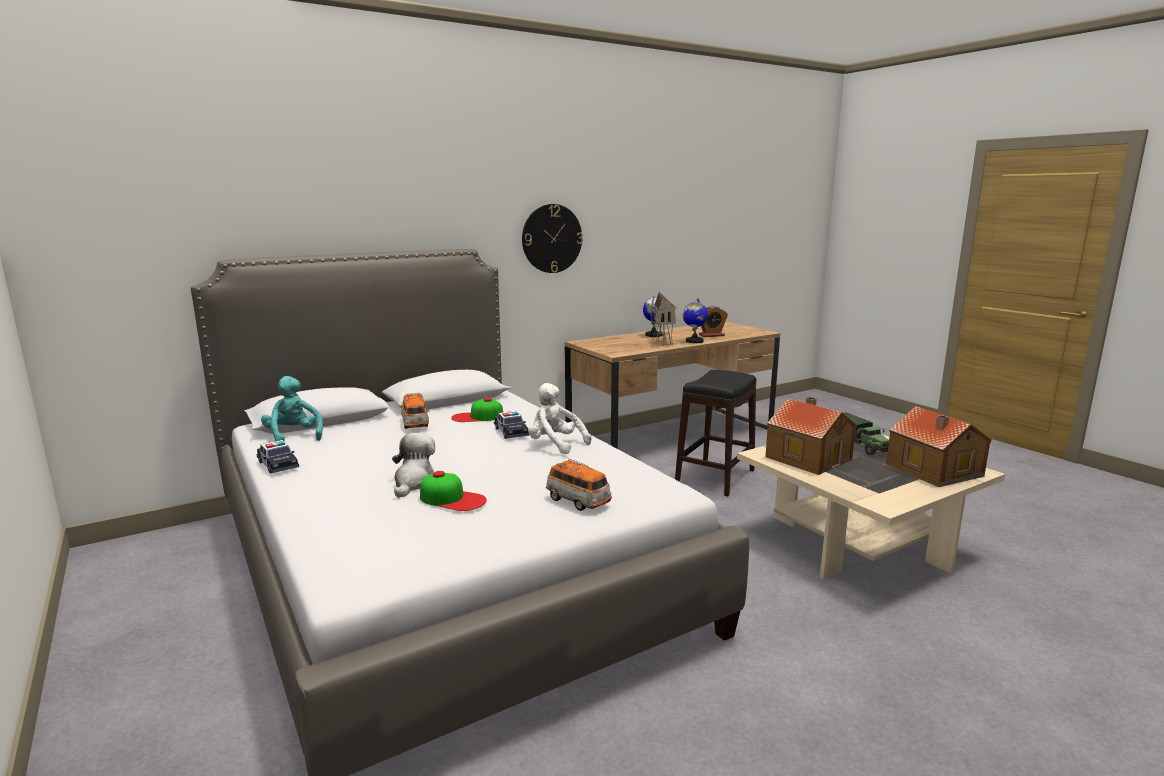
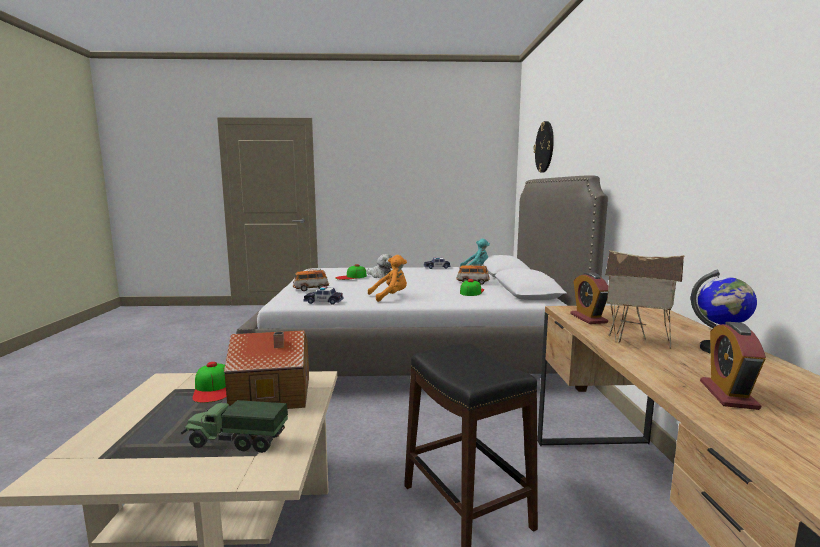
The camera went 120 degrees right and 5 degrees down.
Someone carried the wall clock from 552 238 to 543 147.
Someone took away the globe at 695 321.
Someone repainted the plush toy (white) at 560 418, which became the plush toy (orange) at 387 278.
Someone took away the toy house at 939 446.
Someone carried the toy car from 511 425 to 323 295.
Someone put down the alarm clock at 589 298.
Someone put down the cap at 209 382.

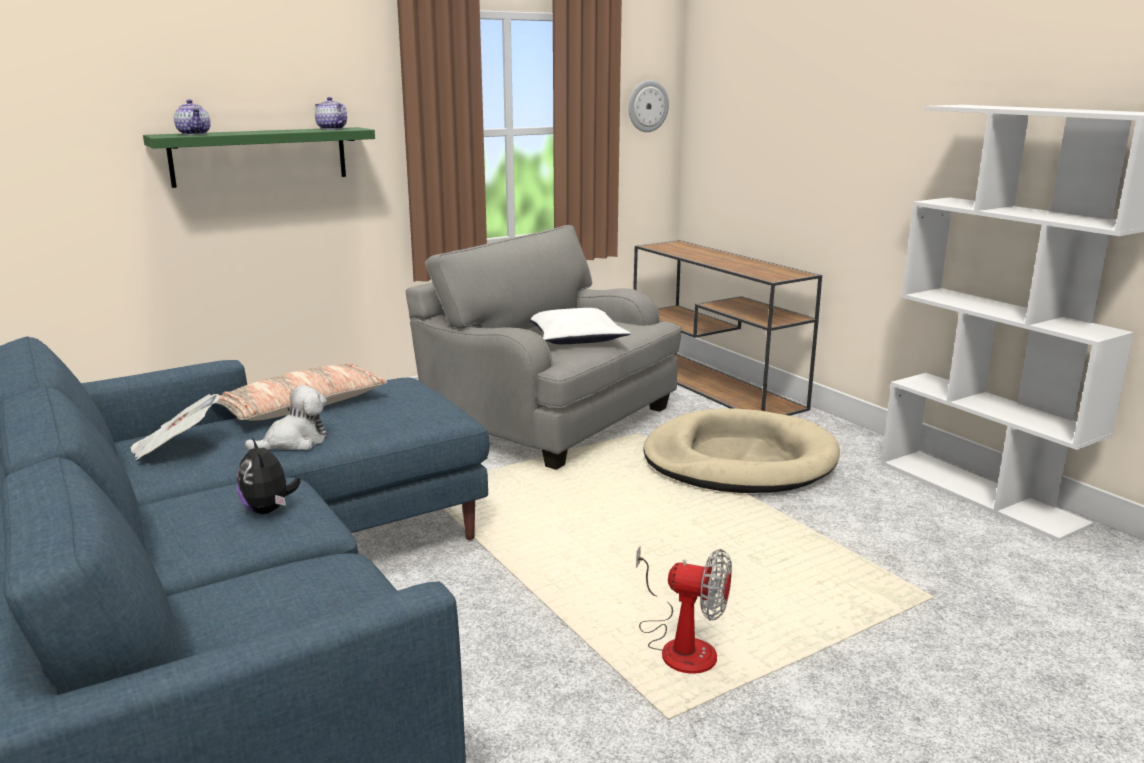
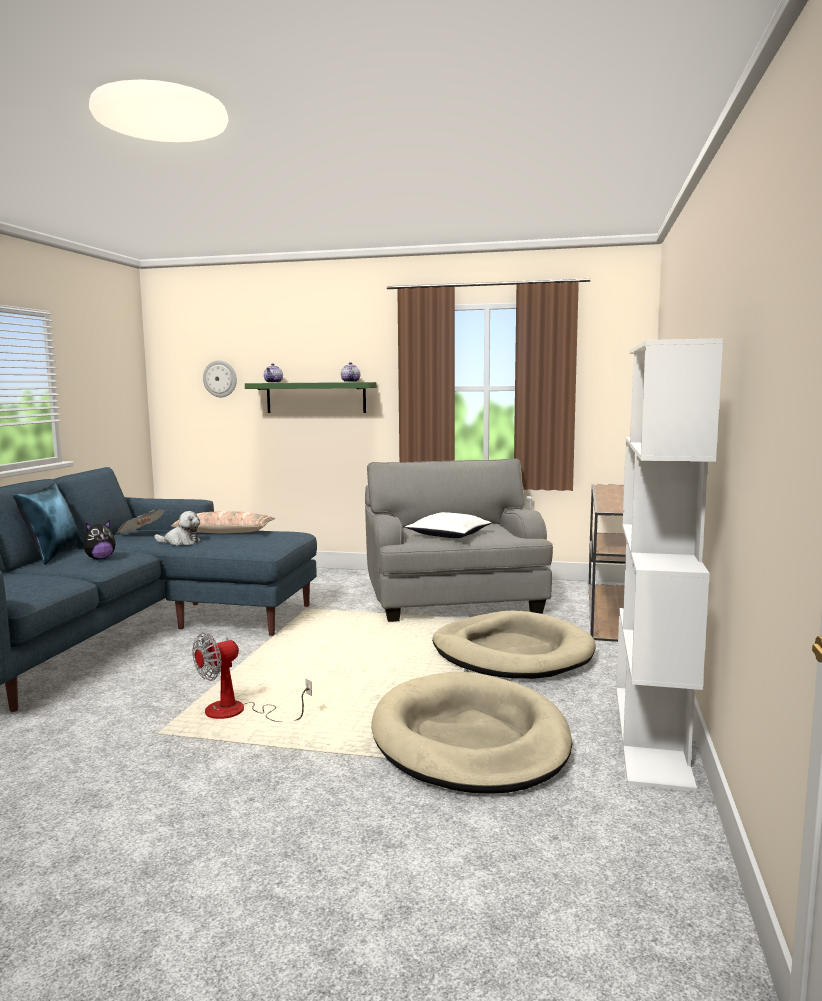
The camera went 45 degrees right and 10 degrees down.
Someone carried the wall clock from 648 106 to 220 378.
Someone rotated the plush toy at 269 476 by 150 degrees counterclockwise.
Someone rotated the fan at 684 609 by 75 degrees clockwise.
Someone put down the pillow (blue) at 48 524.
Someone put down the dog bed (beige) at 472 733.

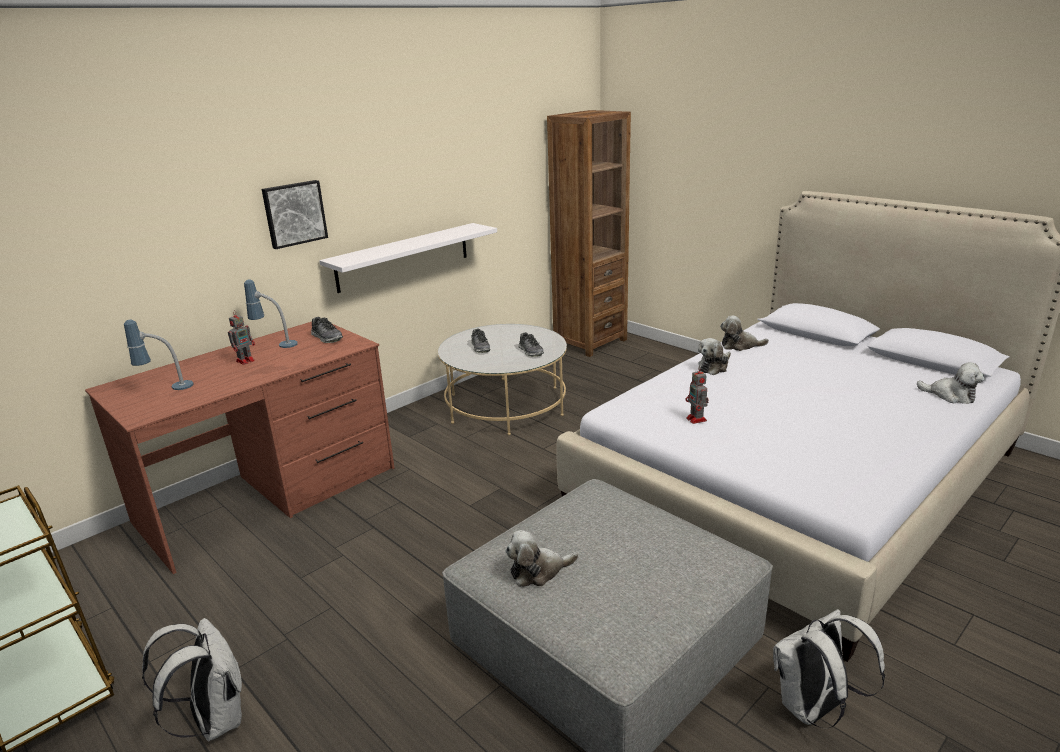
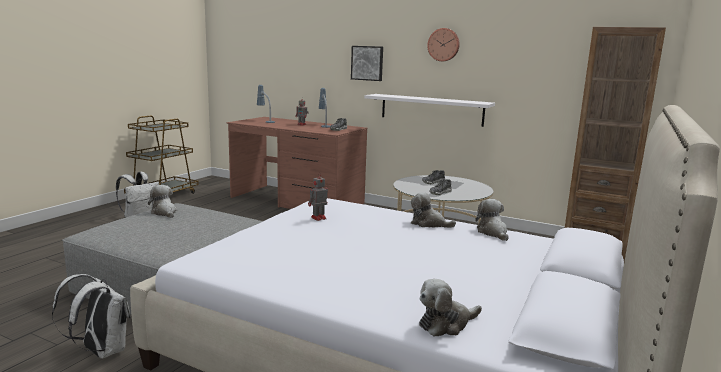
The camera went 70 degrees right and 10 degrees down.
Someone rotated the plush toy at 951 383 by 45 degrees clockwise.
Someone put up the wall clock at 443 44.

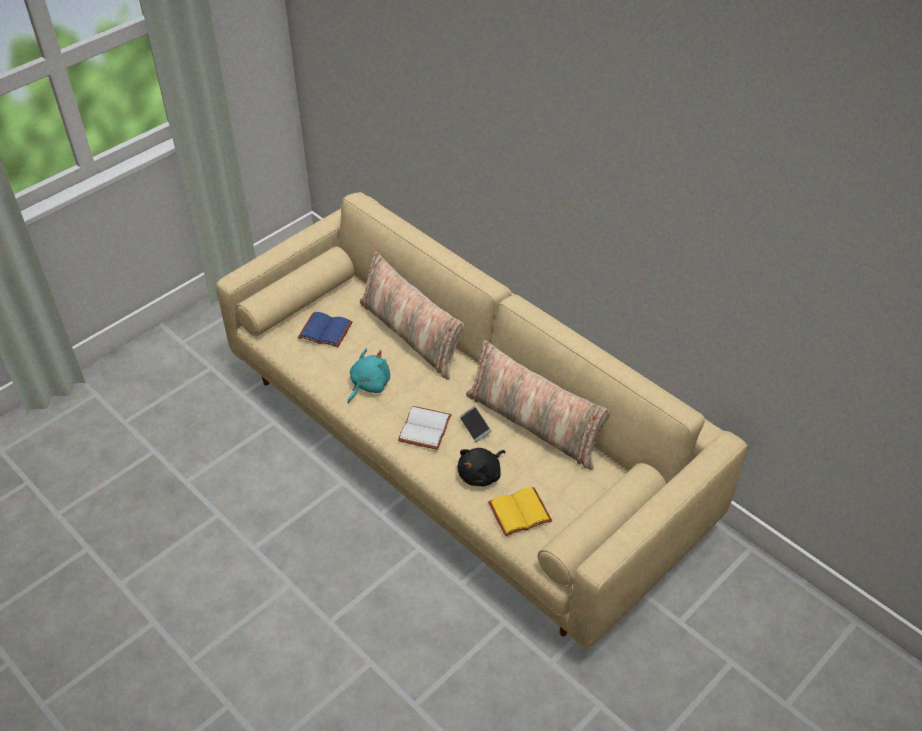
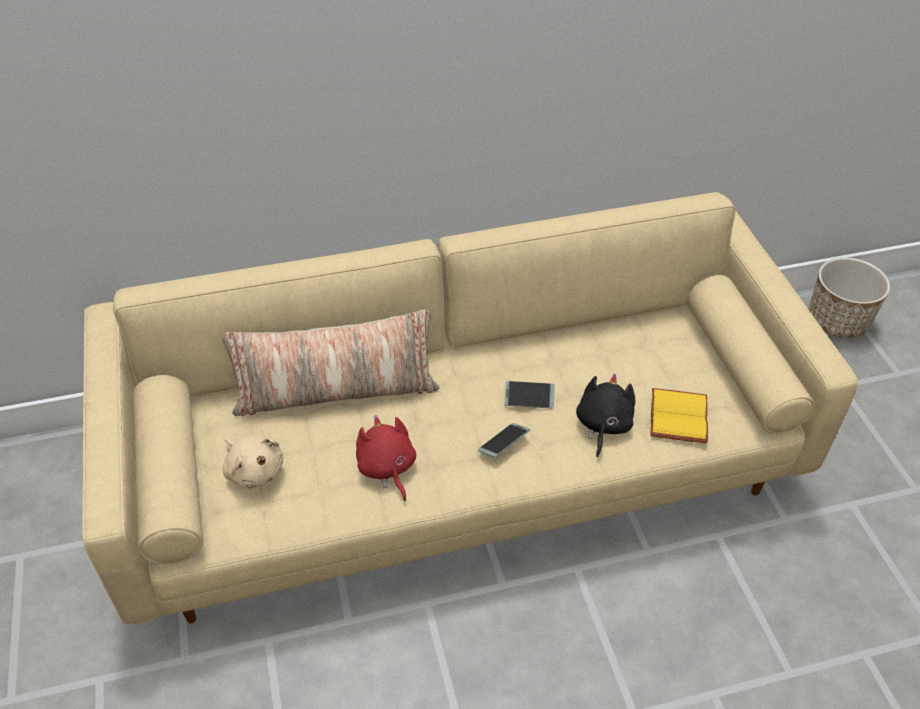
The camera went 60 degrees left and 0 degrees up.
Someone swapped the book (blue) at 325 329 for the plush toy (beige) at 253 462.
Someone took away the pillow at 538 405.
Someone repainted the plush toy (turquoise) at 369 375, which became the plush toy (red) at 386 458.
Someone swapped the book (white) at 425 428 for the phone at 504 440.
Someone rotated the plush toy (black) at 481 467 by 150 degrees counterclockwise.
Someone put down the planter at 849 297.

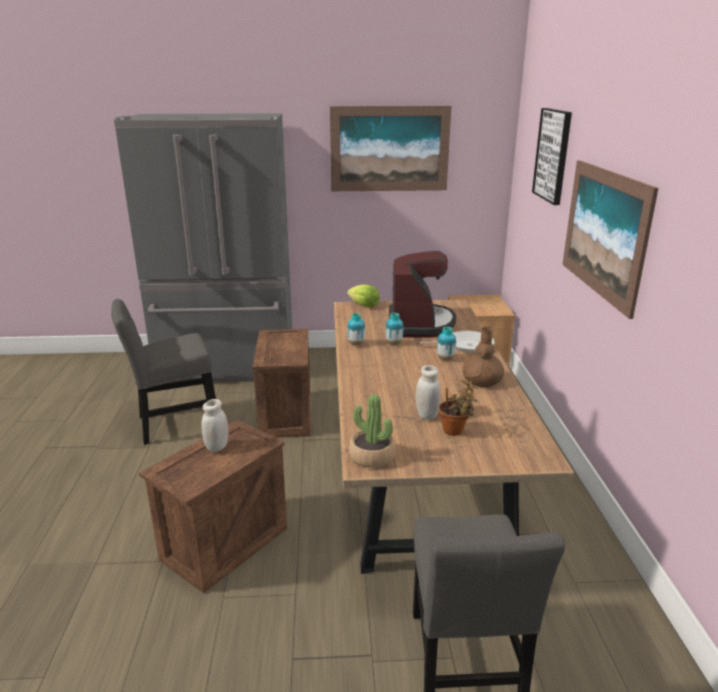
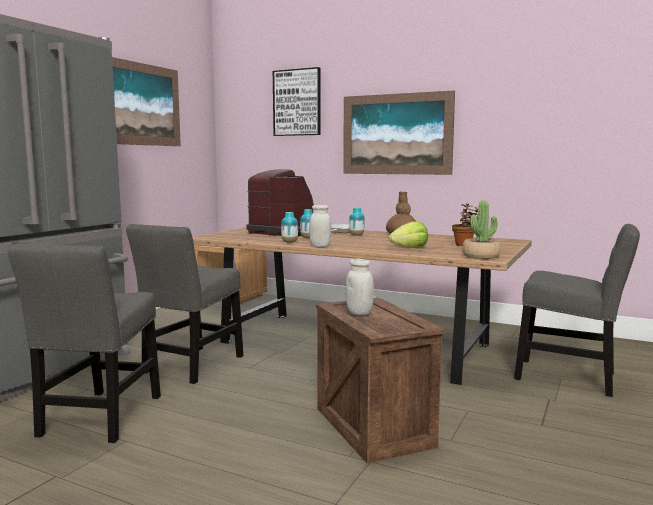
The camera went 60 degrees left and 15 degrees down.
Someone carried the lettuce from 363 295 to 408 234.
Someone swapped the crate at 281 383 for the chair (grey) at 184 304.
Someone carried the jar (white) from 428 392 to 320 226.

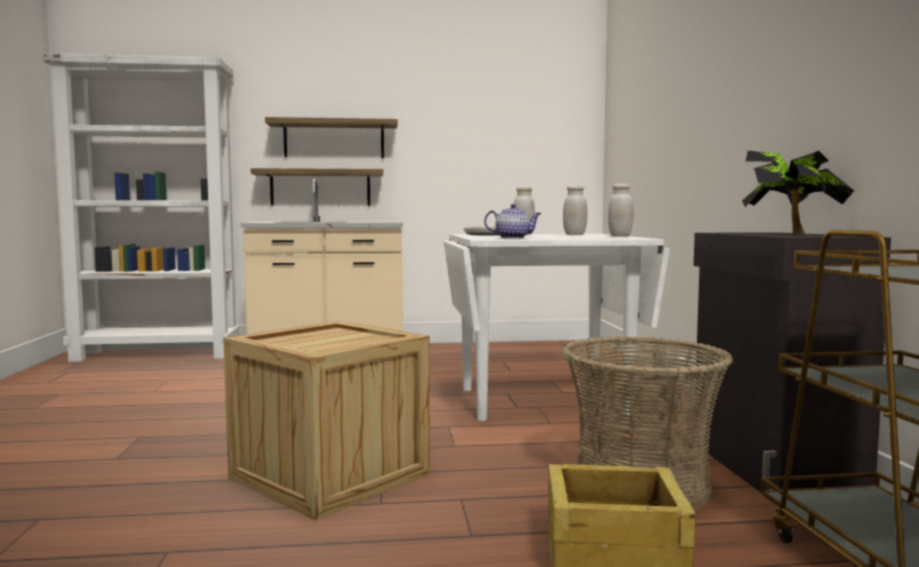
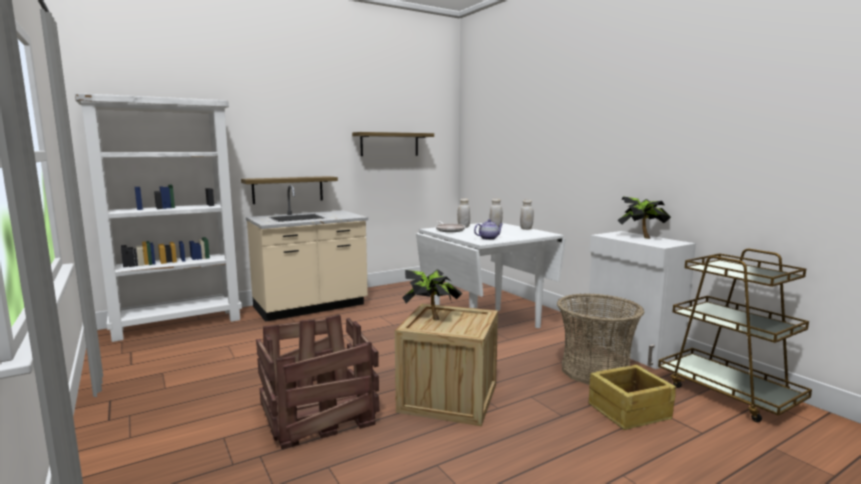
The camera went 25 degrees left and 5 degrees up.
Someone carried the shelf from 331 137 to 393 144.
Someone repainted the cabinet (black) at 792 362, which became the cabinet (white) at 642 300.
Someone put down the potted plant at 432 294.
Someone put down the crate at 318 381.

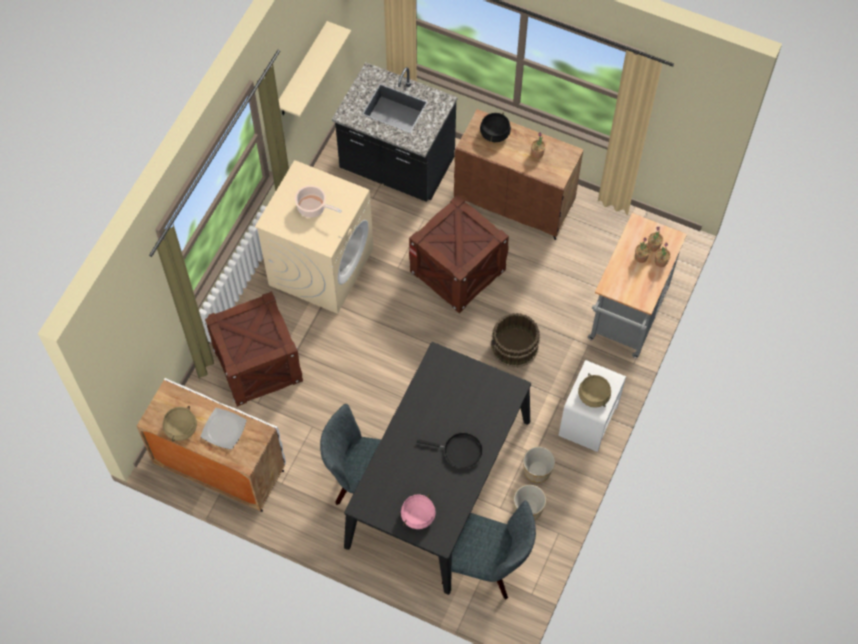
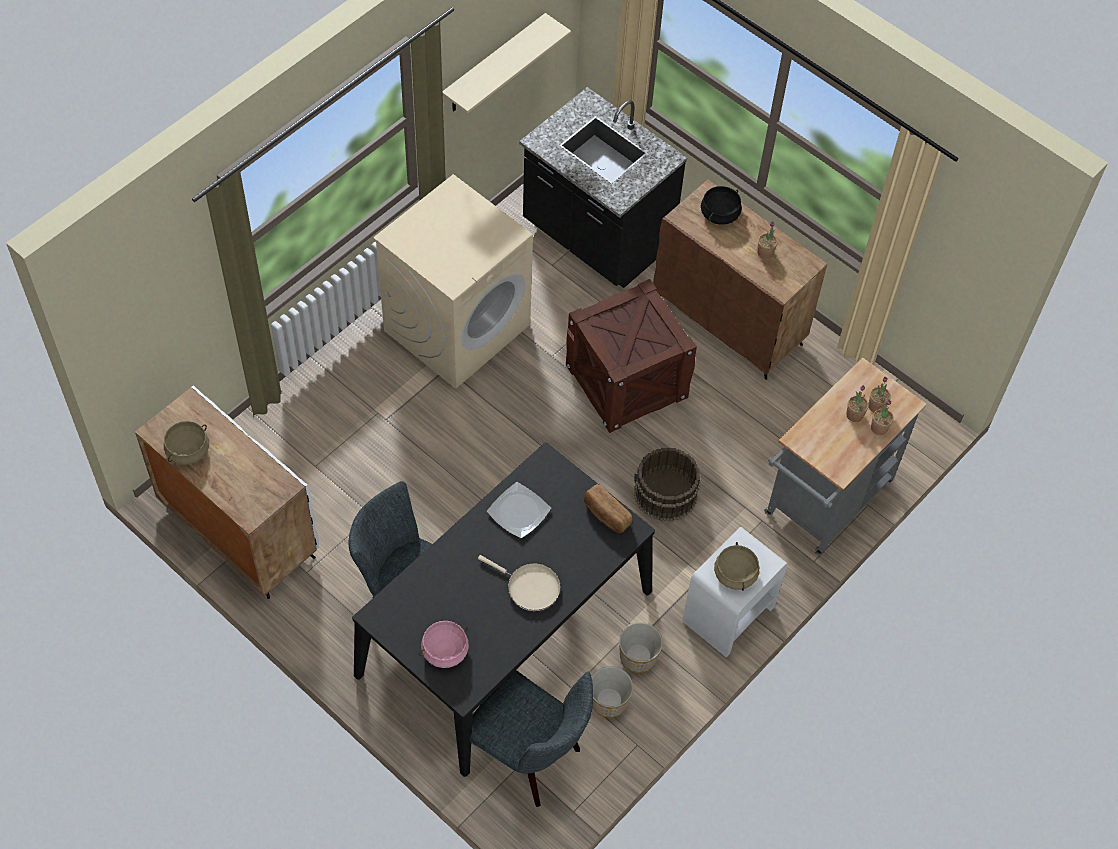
The camera went 15 degrees right and 5 degrees down.
Someone took away the cooking pot at 318 201.
Someone took away the crate at 254 349.
Someone carried the plate from 223 428 to 519 510.
Someone repainted the frying pan (black) at 450 450, which became the frying pan (beige) at 519 583.
Someone put down the bread at 608 508.

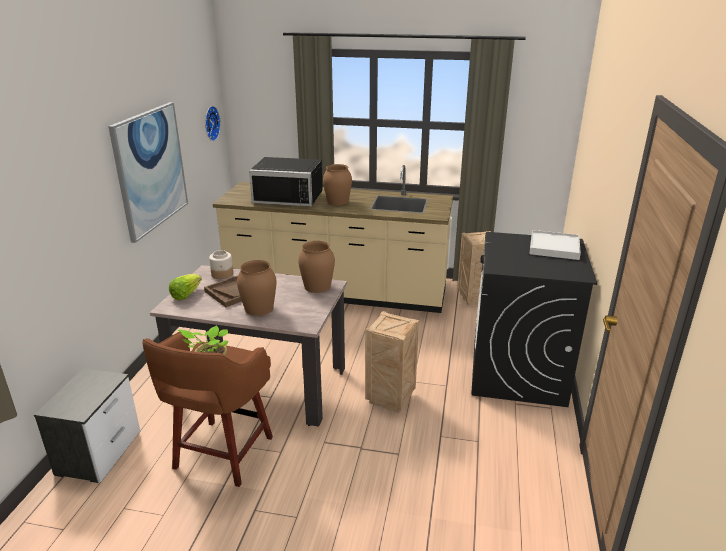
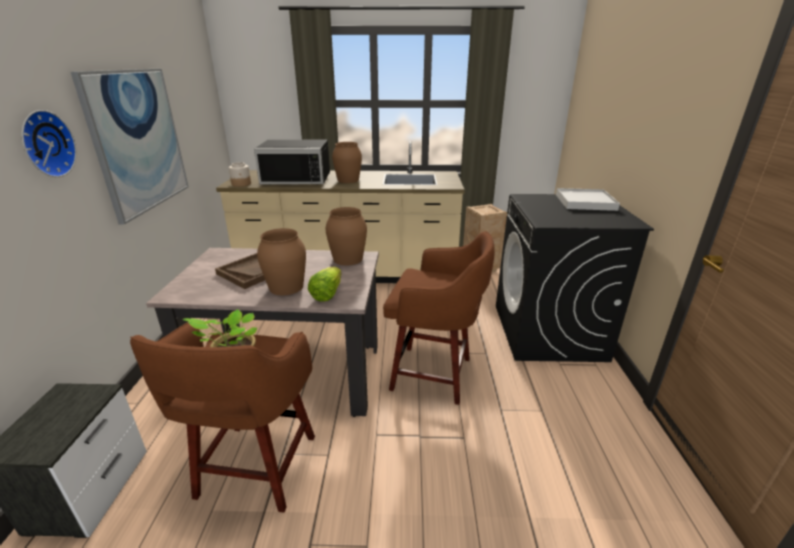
The camera went 10 degrees left and 0 degrees up.
Someone carried the wall clock from 213 123 to 49 143.
Someone carried the jar from 221 264 to 240 174.
Someone carried the lettuce from 185 287 to 325 284.
Someone swapped the crate at 392 362 for the stool (brown) at 439 318.

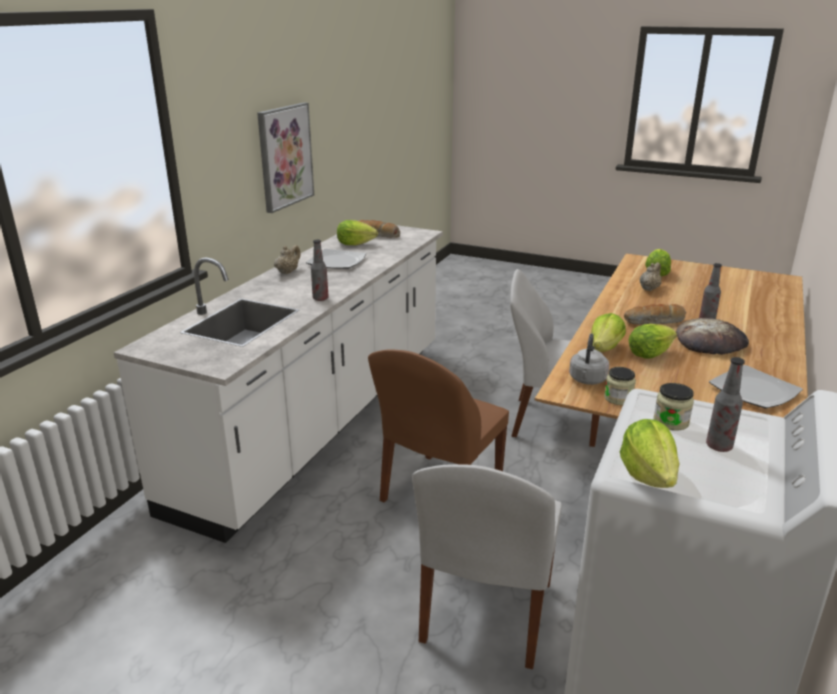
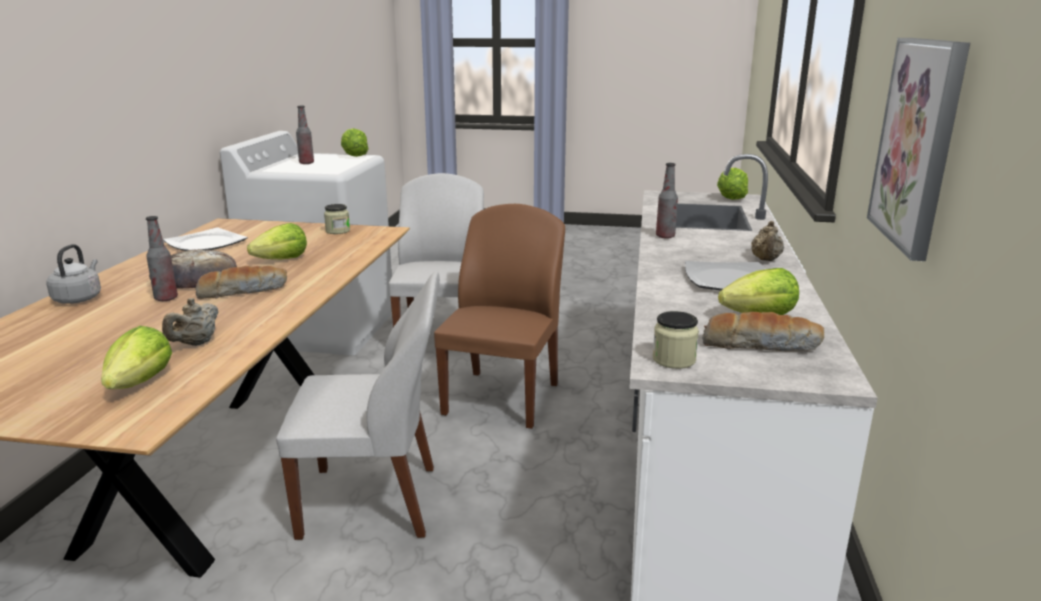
The camera went 165 degrees right and 5 degrees down.
Someone carried the lettuce from 608 332 to 732 184.
Someone carried the kettle (grey) from 589 359 to 73 274.
Someone carried the jar from 674 407 to 676 340.

